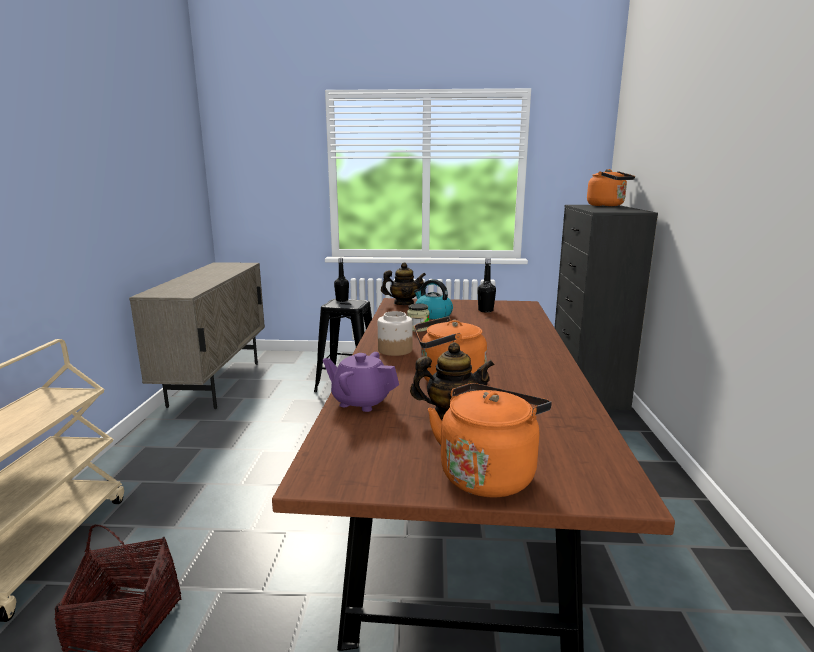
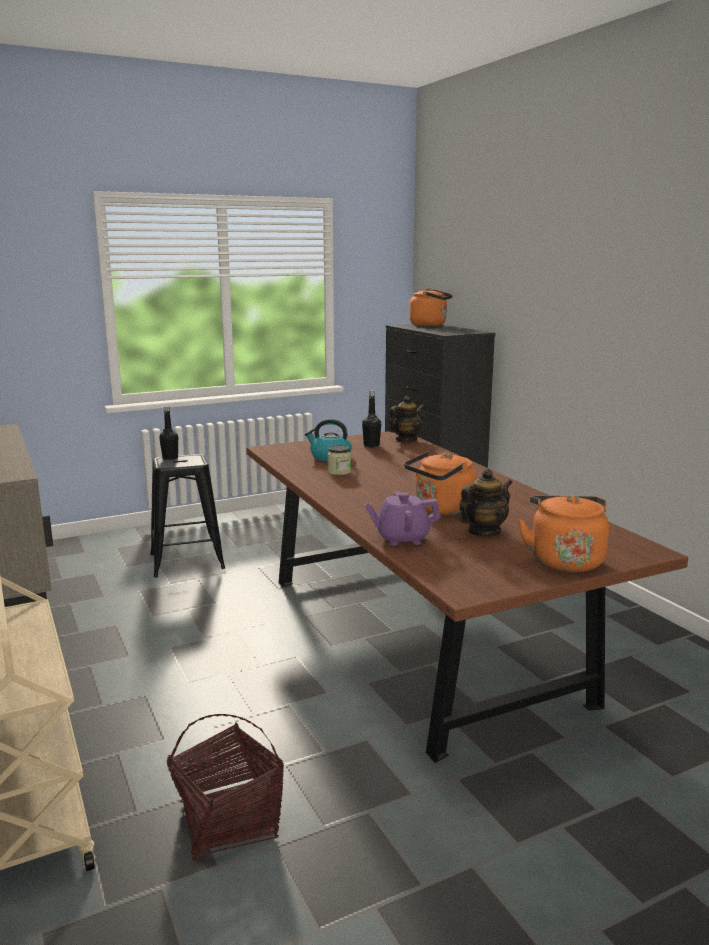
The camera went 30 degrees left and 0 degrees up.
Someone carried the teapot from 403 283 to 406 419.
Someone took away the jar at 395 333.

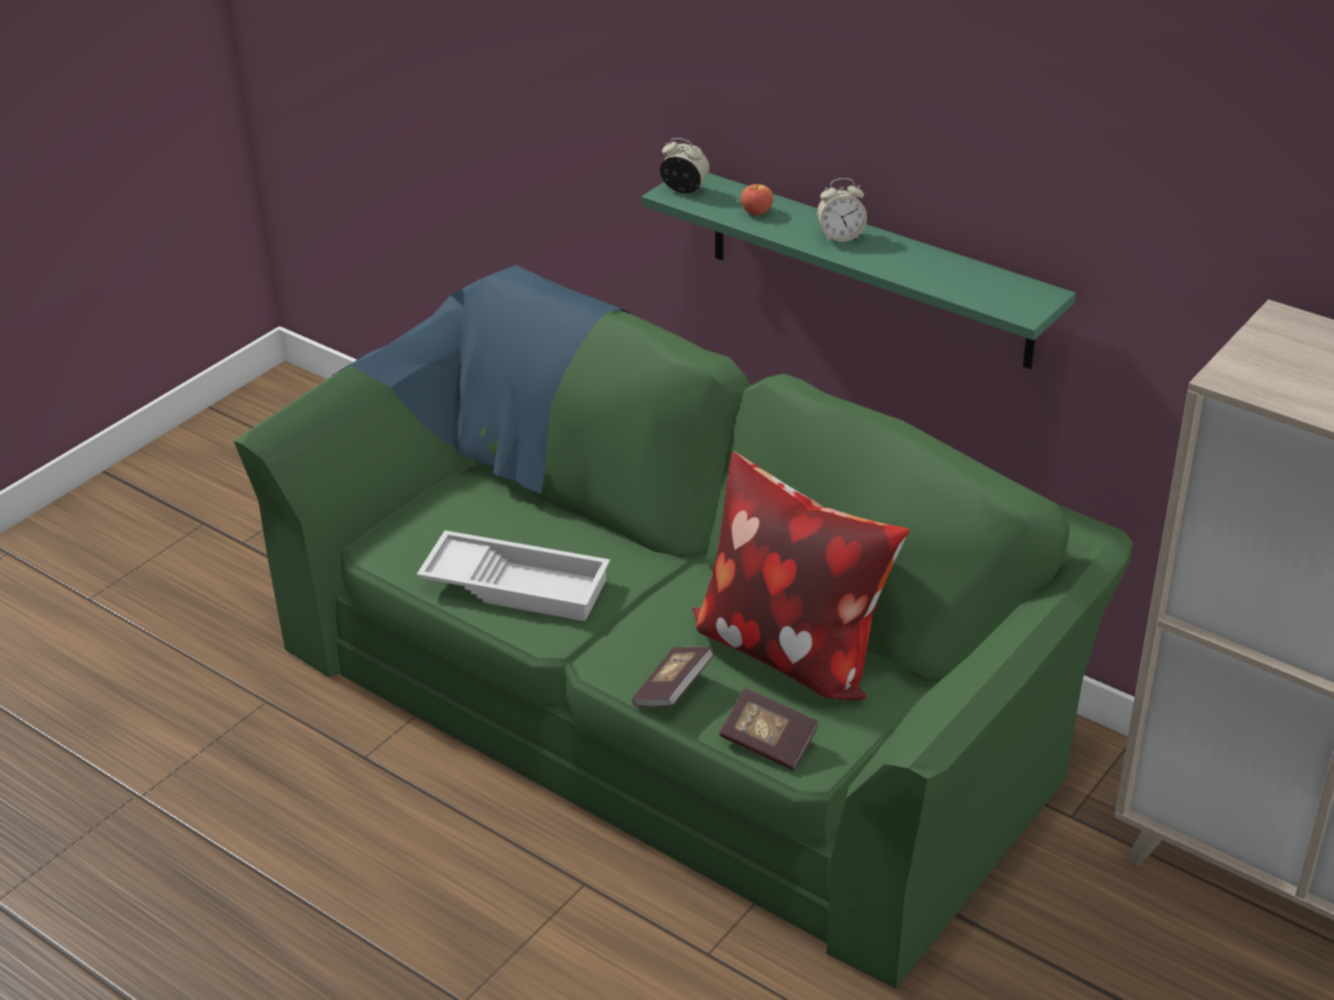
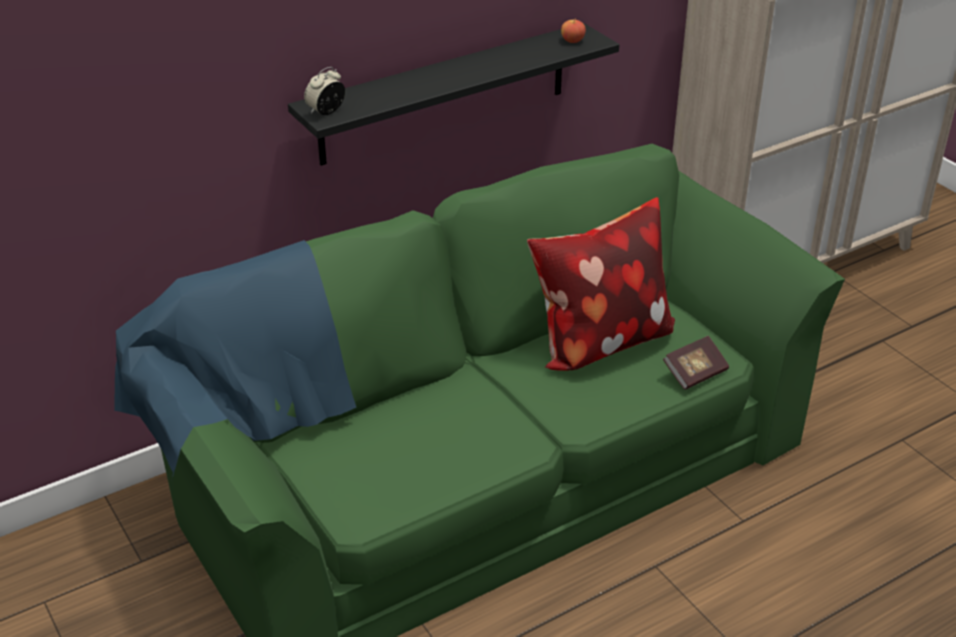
The camera went 70 degrees left and 0 degrees up.
Someone repainted the shelf (green) at 859 271, which became the shelf (black) at 453 94.
Someone took away the alarm clock at 842 210.
Someone carried the apple from 757 199 to 573 31.
Someone took away the tray (white) at 513 575.
Someone took away the book at 673 676.

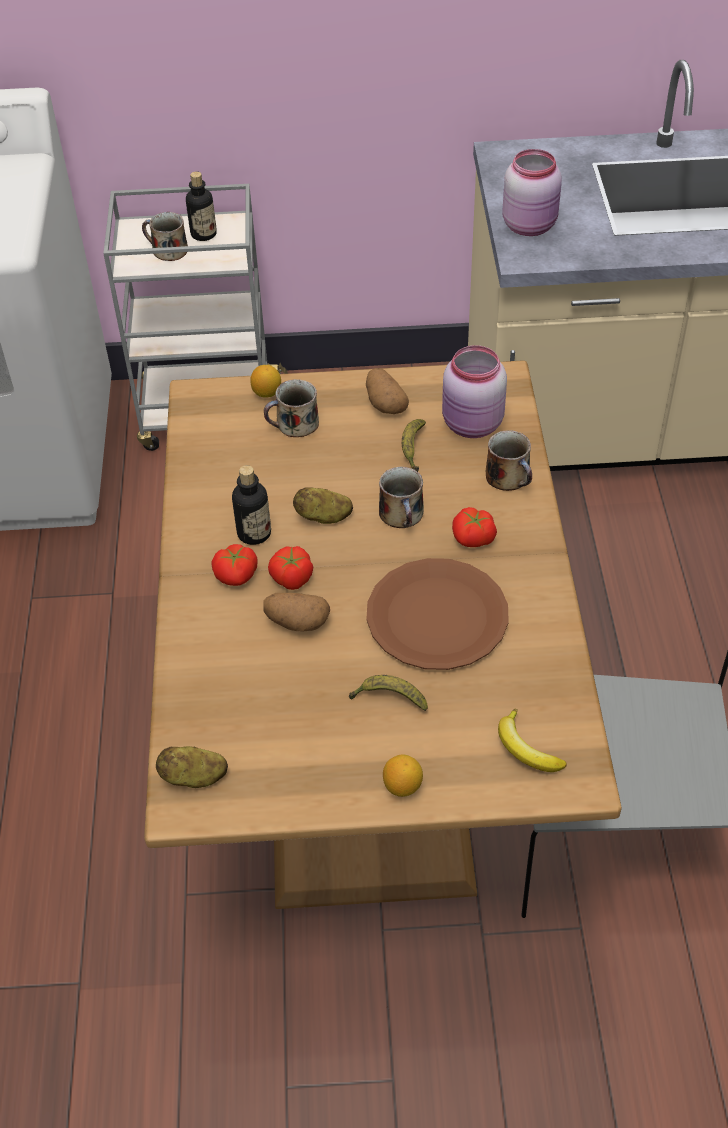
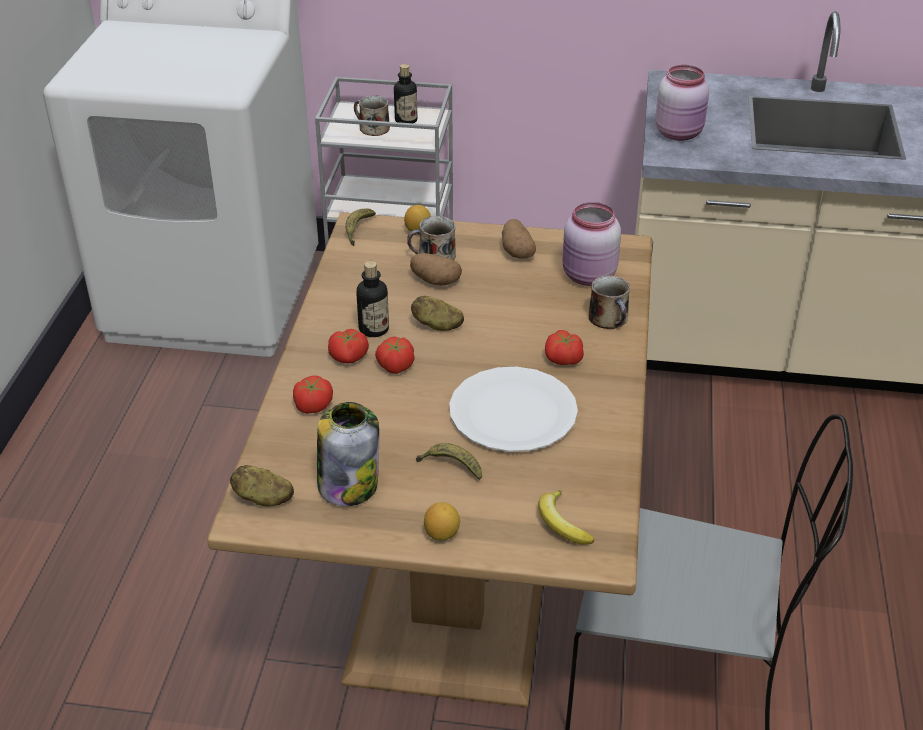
The camera went 10 degrees right and 10 degrees down.
Someone carried the banana from 414 445 to 360 227.
Someone took away the mug at 401 497.
Someone repainted the plate (brown) at 438 614, which became the plate (white) at 513 409.
Someone carried the potato from 296 612 to 436 269.
Someone put down the tomato at 313 394.
Someone put down the jar at 348 454.

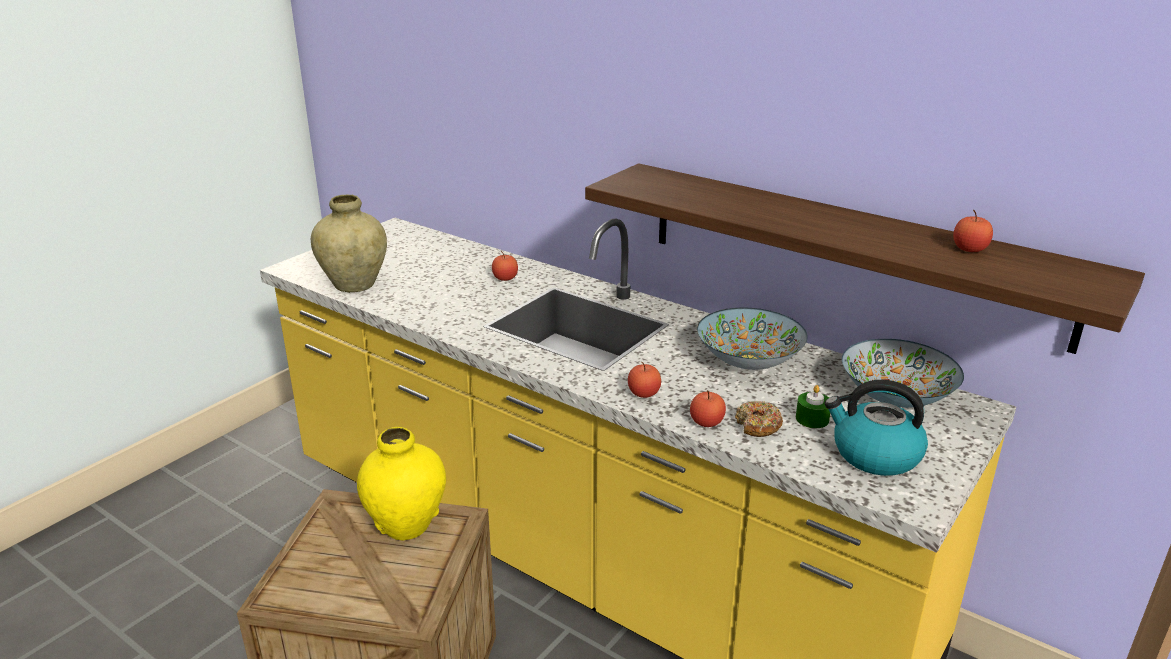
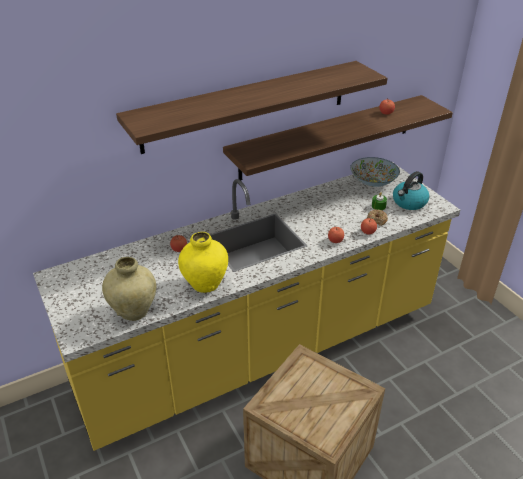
The camera went 65 degrees left and 10 degrees up.
Someone took away the bowl at 752 339.
Someone carried the vase (yellow) from 401 483 to 203 262.
Someone put up the shelf at 251 107.

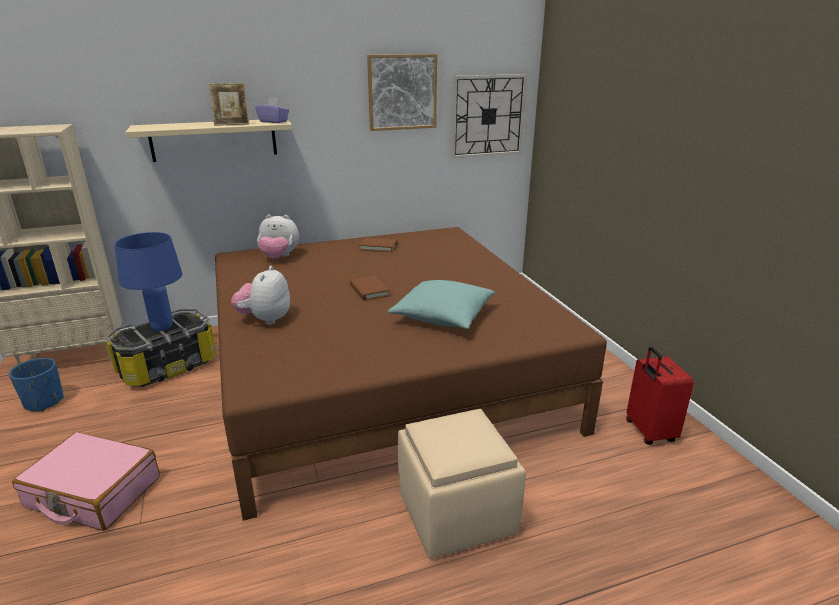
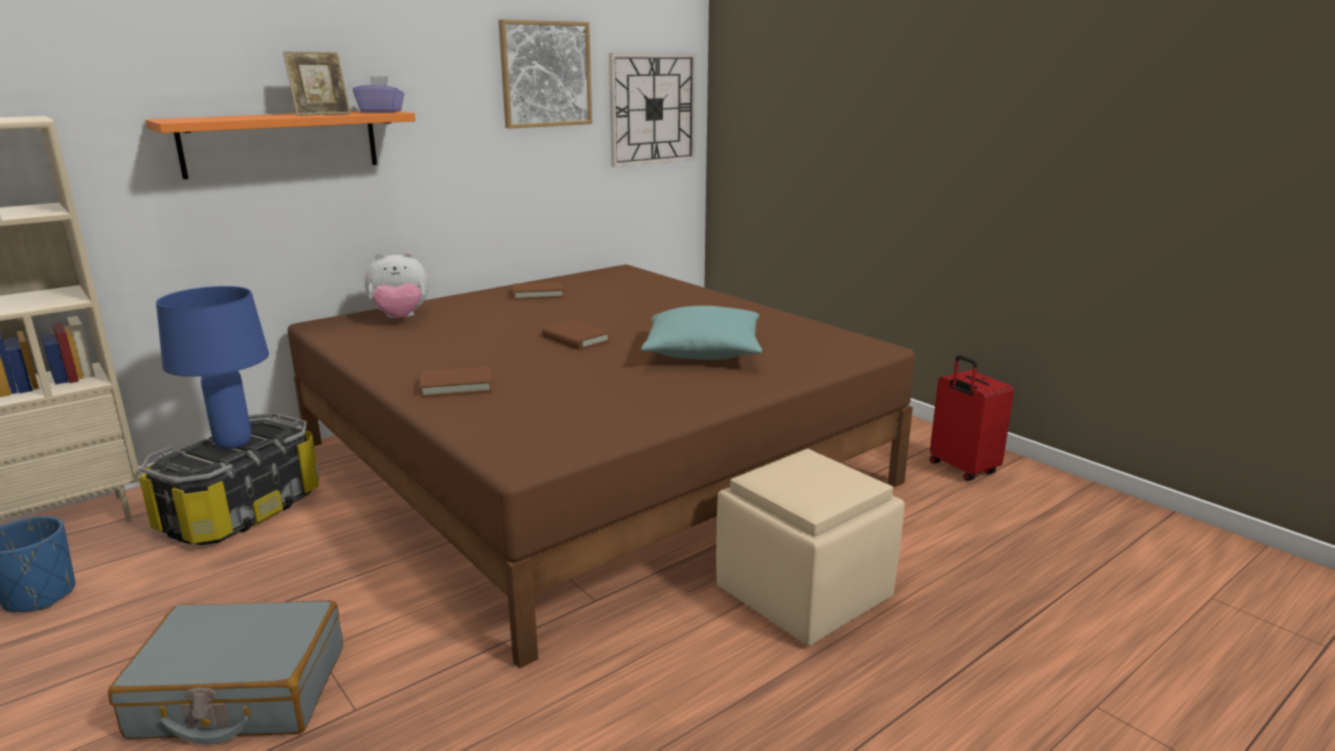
The camera went 20 degrees left and 5 degrees down.
Someone repainted the shelf (beige) at 208 141, which became the shelf (orange) at 280 145.
Someone swapped the plush toy at 260 295 for the book (brown) at 456 381.
Someone repainted the suitcase (pink) at 86 481, which became the suitcase (grey) at 225 672.

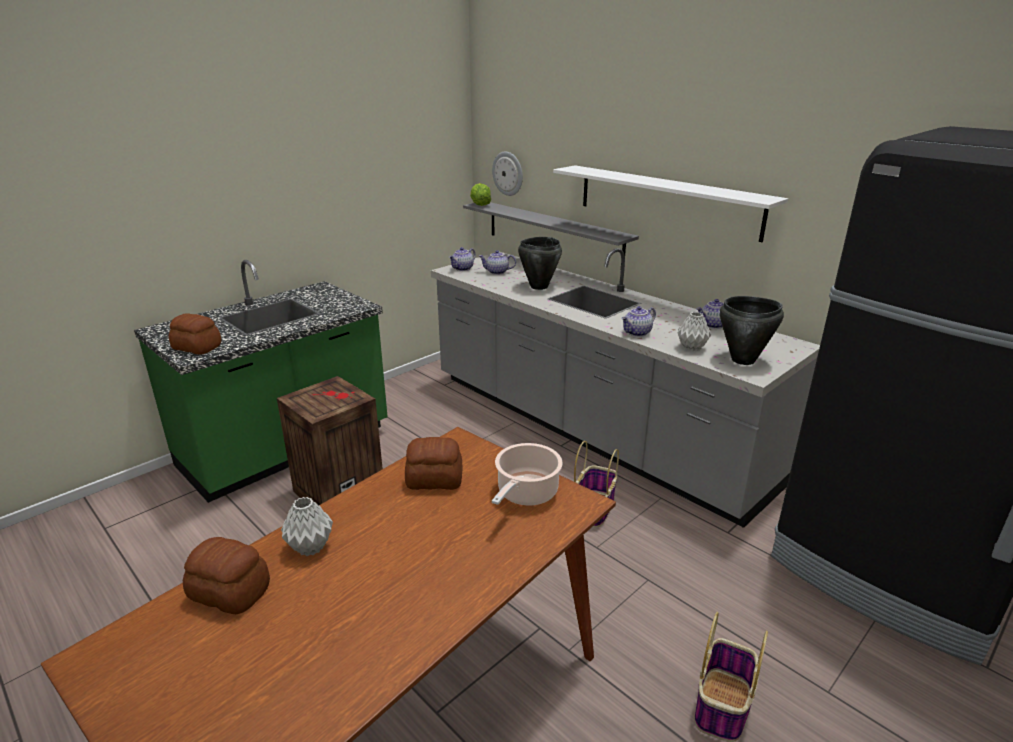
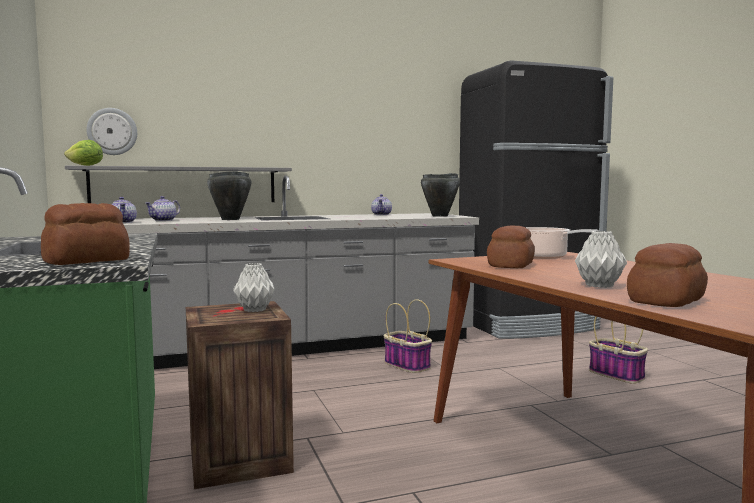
The camera went 65 degrees left and 20 degrees down.
Someone took away the shelf (white) at 670 204.
Someone took away the teapot at 638 321.
Someone carried the vase (grey) from 694 331 to 254 287.

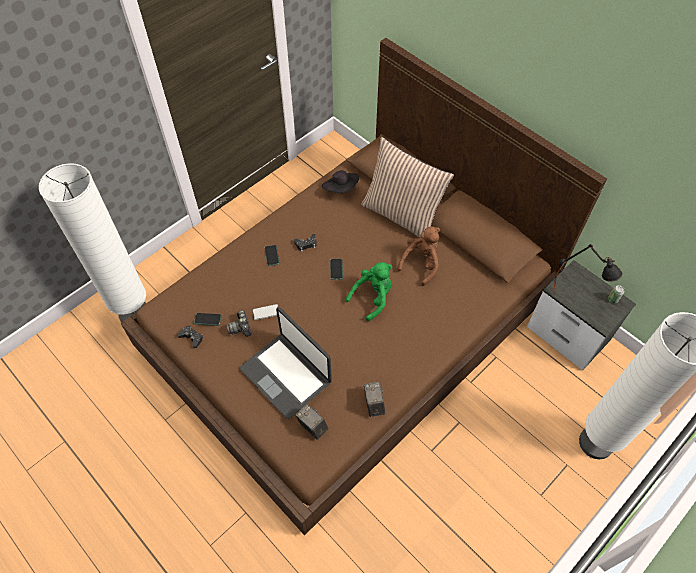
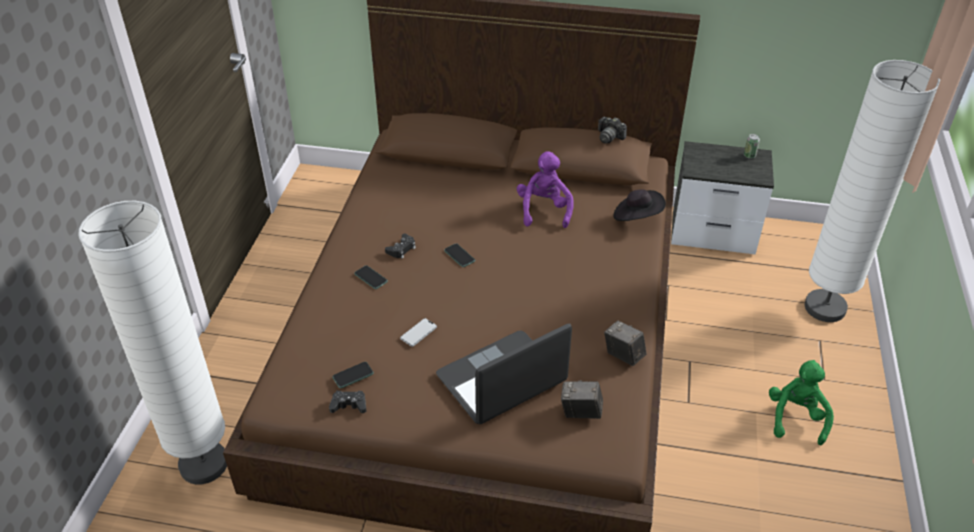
The camera went 35 degrees left and 15 degrees down.
Someone took away the pillow at 407 187.
Someone carried the hat (black) from 340 181 to 639 205.
Someone repainted the plush toy (brown) at 418 256, which became the plush toy (purple) at 545 189.
Someone took away the table lamp (black) at 587 269.
Someone carried the plush toy (green) from 369 291 to 801 402.
Someone rotated the laptop at 286 363 by 135 degrees clockwise.
Someone carried the photo camera from 238 323 to 612 130.

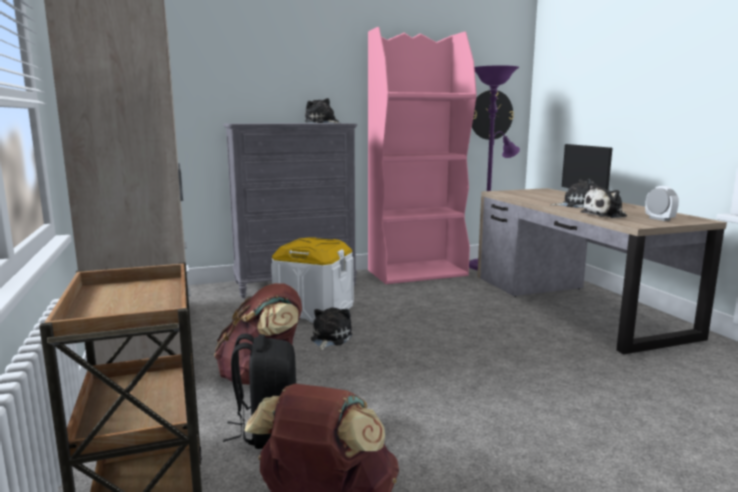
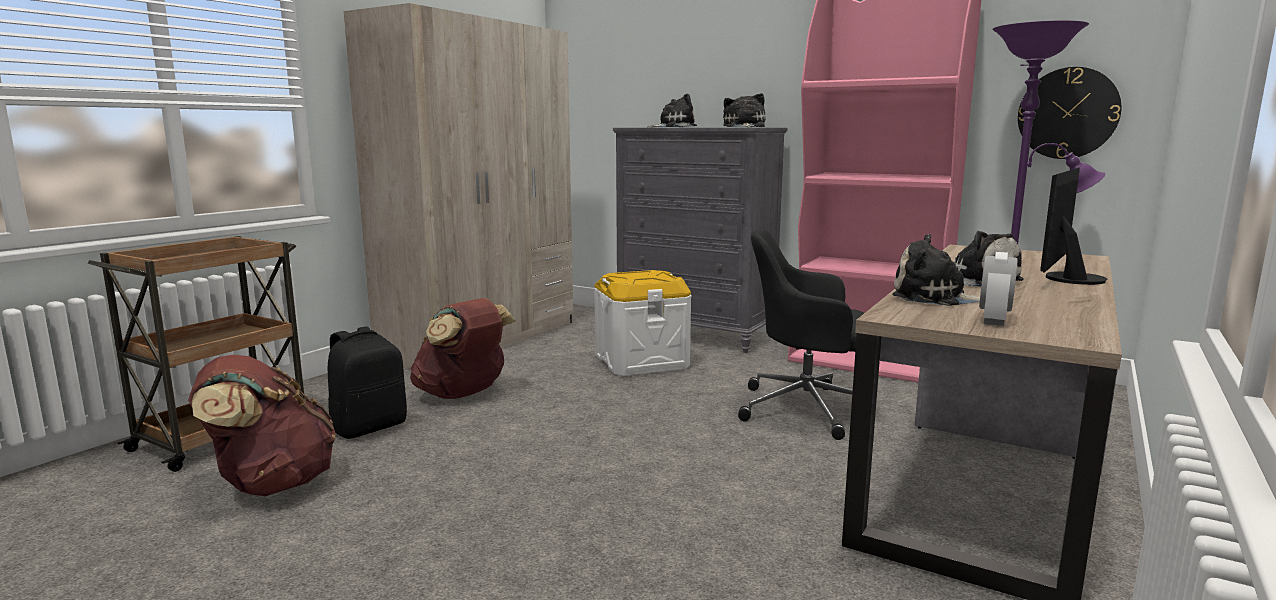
The camera went 50 degrees right and 0 degrees up.
Someone carried the plush toy from 331 329 to 672 110.
Someone put down the office chair (black) at 801 334.

